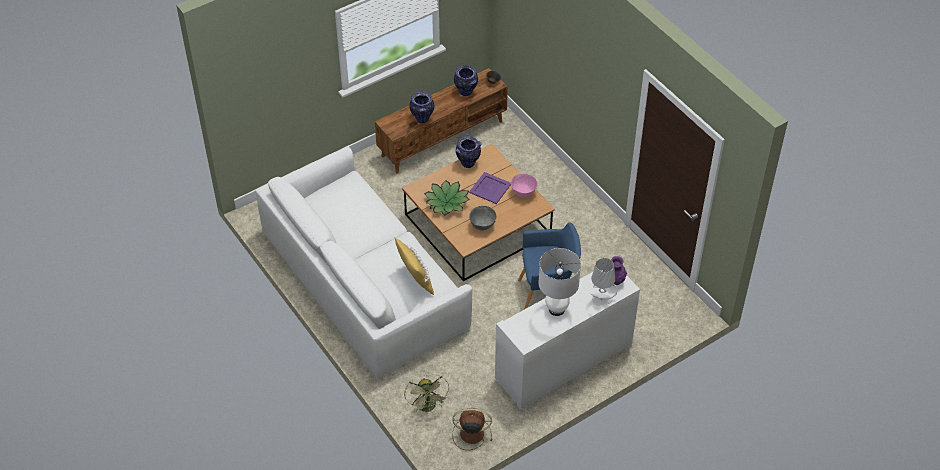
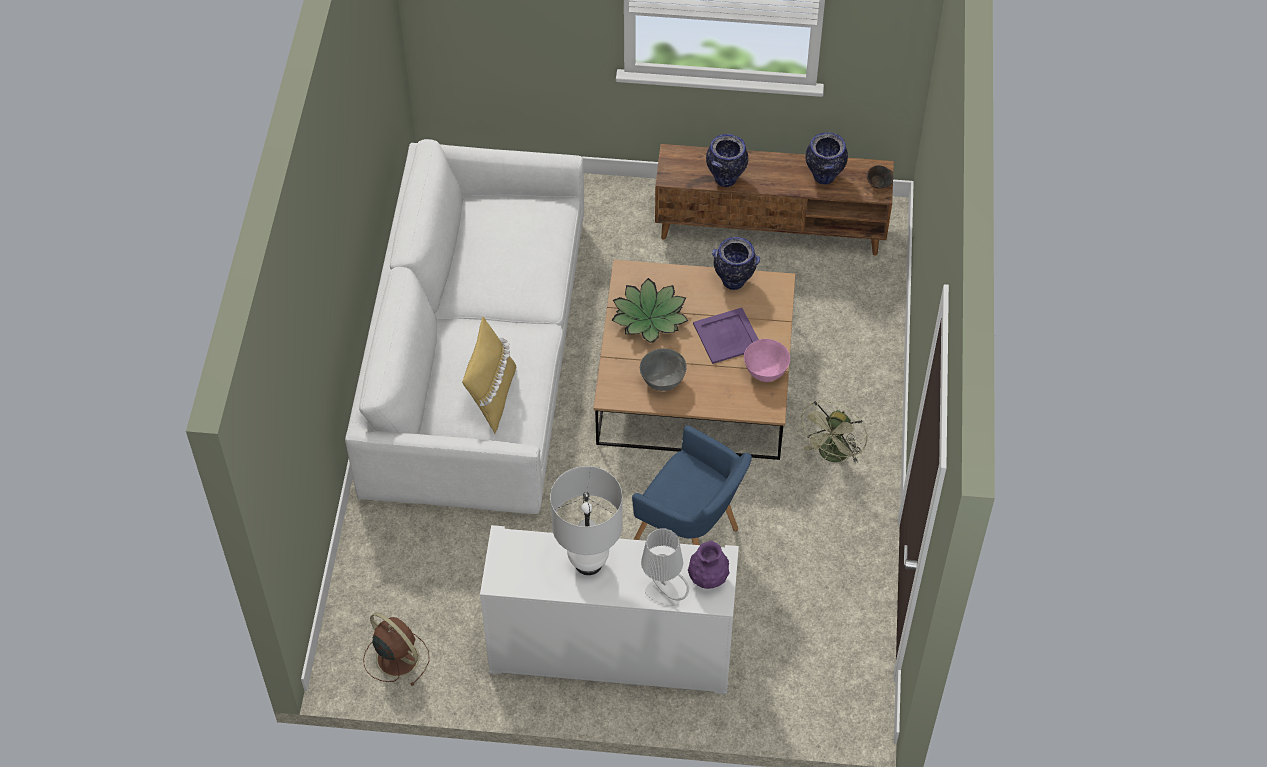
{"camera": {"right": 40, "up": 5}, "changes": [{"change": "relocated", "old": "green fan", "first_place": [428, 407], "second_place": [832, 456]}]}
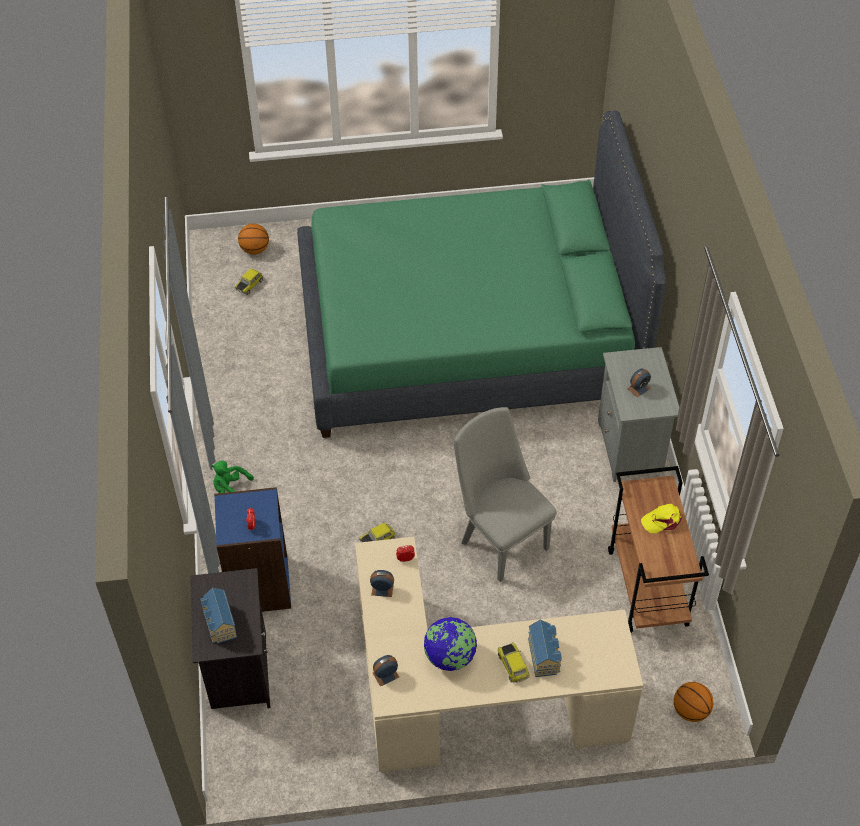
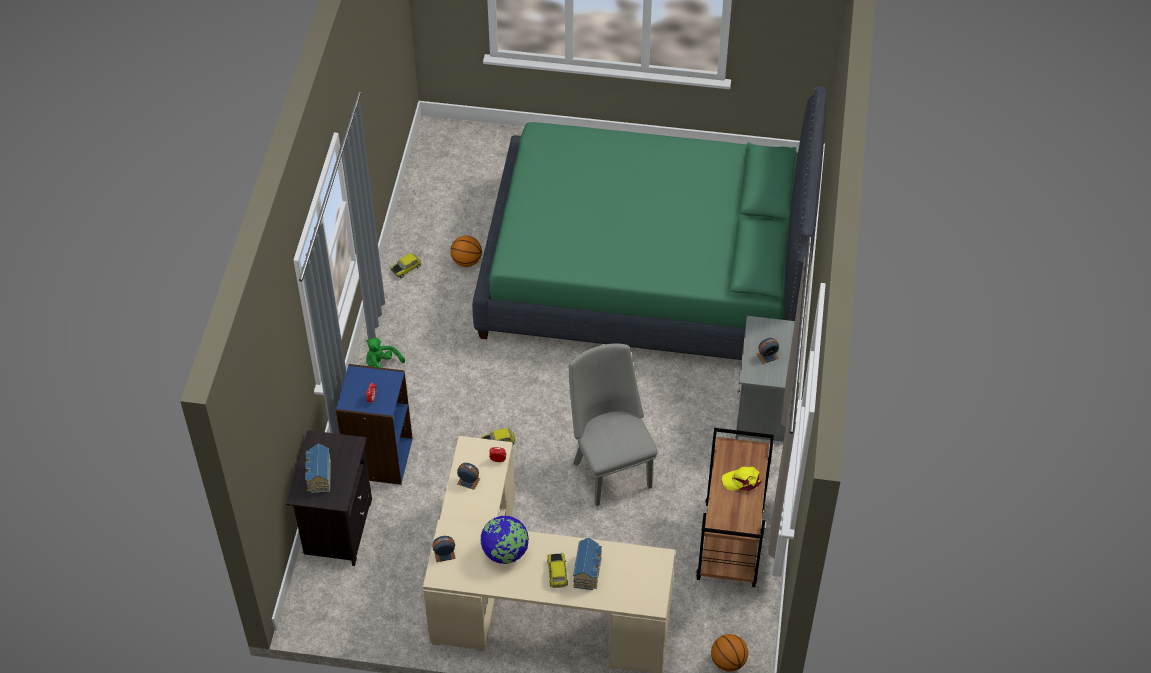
{"camera": {"right": 15, "up": 0}, "changes": [{"change": "relocated", "old": "toy car", "first_place": [249, 285], "second_place": [406, 268]}, {"change": "relocated", "old": "basketball", "first_place": [254, 249], "second_place": [466, 261]}]}
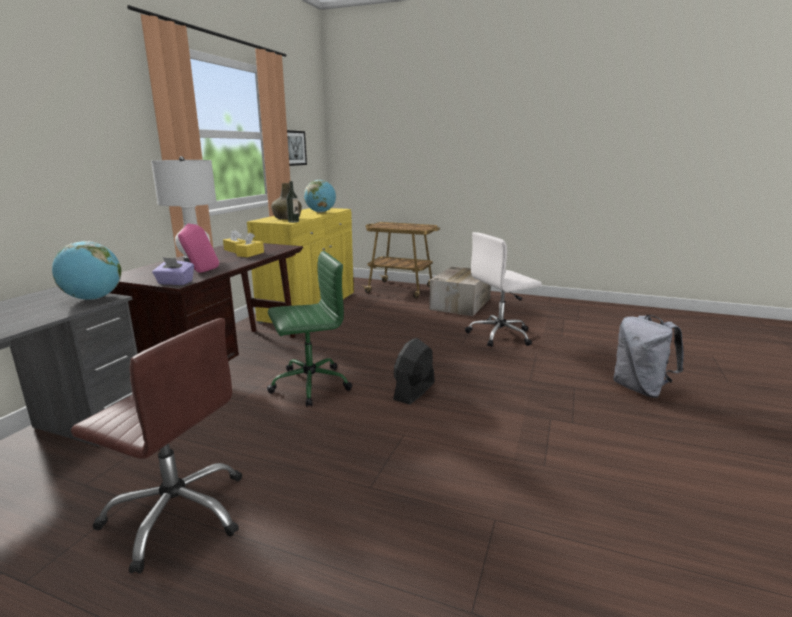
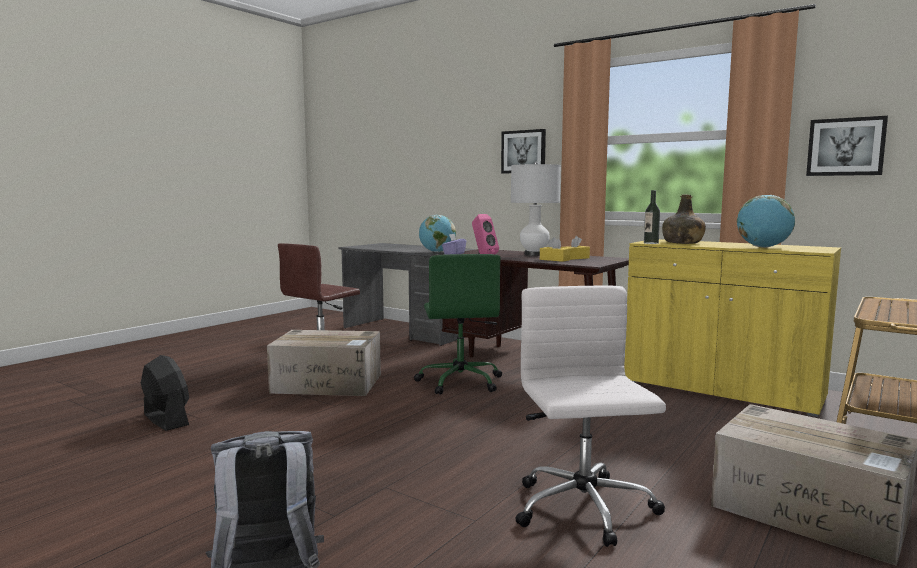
{"camera": {"right": 105, "up": -10}, "changes": [{"change": "relocated", "old": "black fan", "first_place": [414, 391], "second_place": [166, 419]}, {"change": "appeared", "new": "cardboard box", "second_place": [329, 383]}, {"change": "appeared", "new": "picture", "second_place": [523, 151]}]}
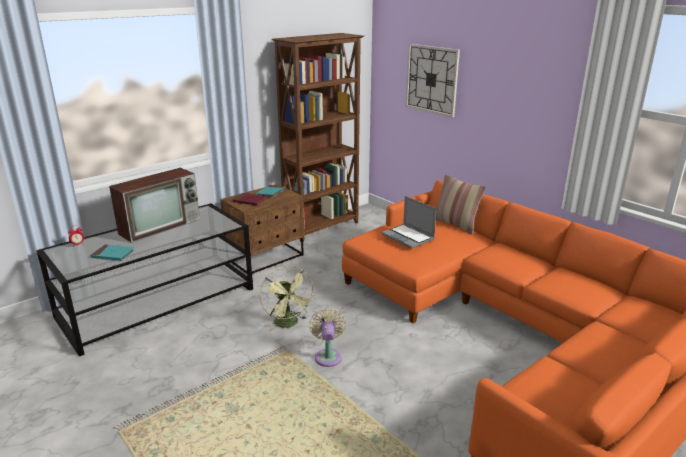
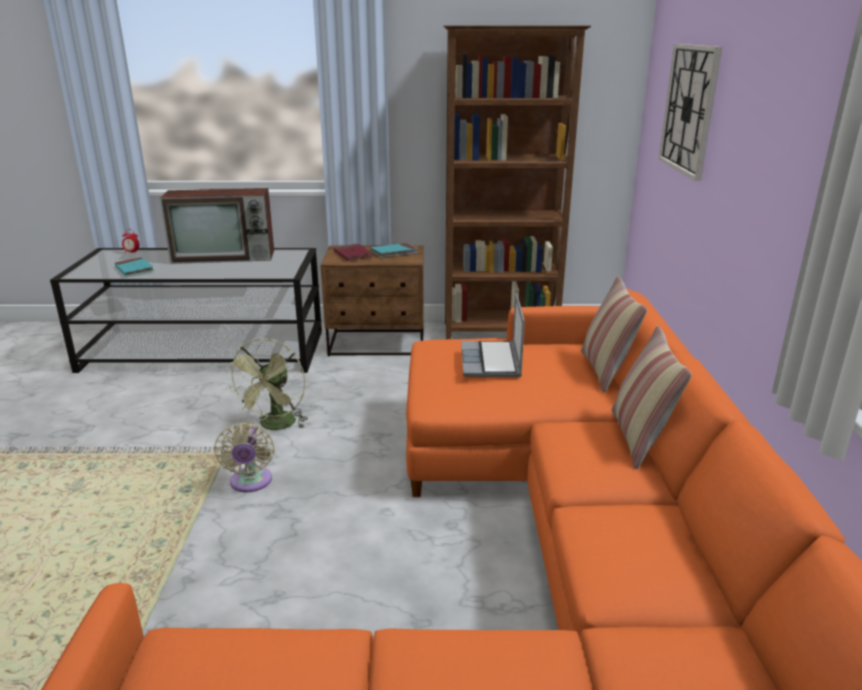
{"camera": {"right": 40, "up": 0}, "changes": [{"change": "spun", "old": "beige fan", "first_place": [328, 356], "second_place": [250, 483], "degrees": 135}, {"change": "appeared", "new": "pillow", "second_place": [639, 438]}]}
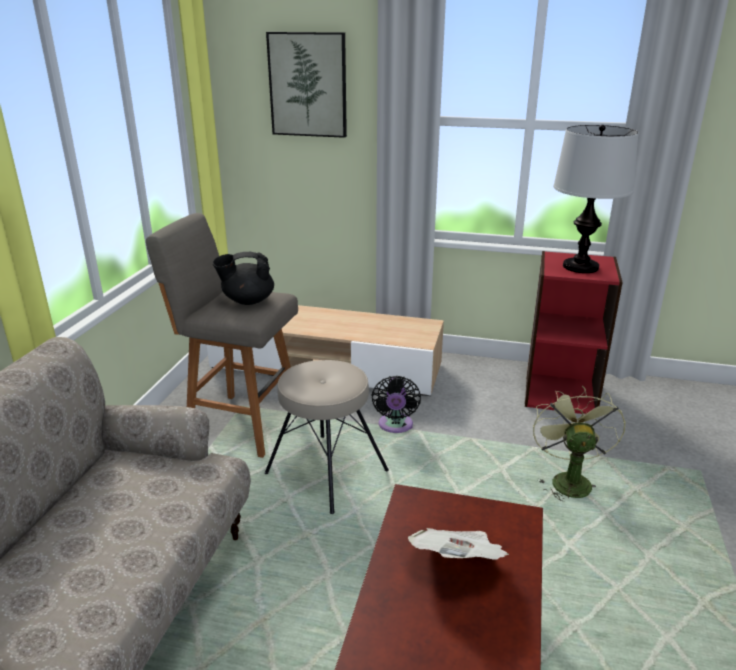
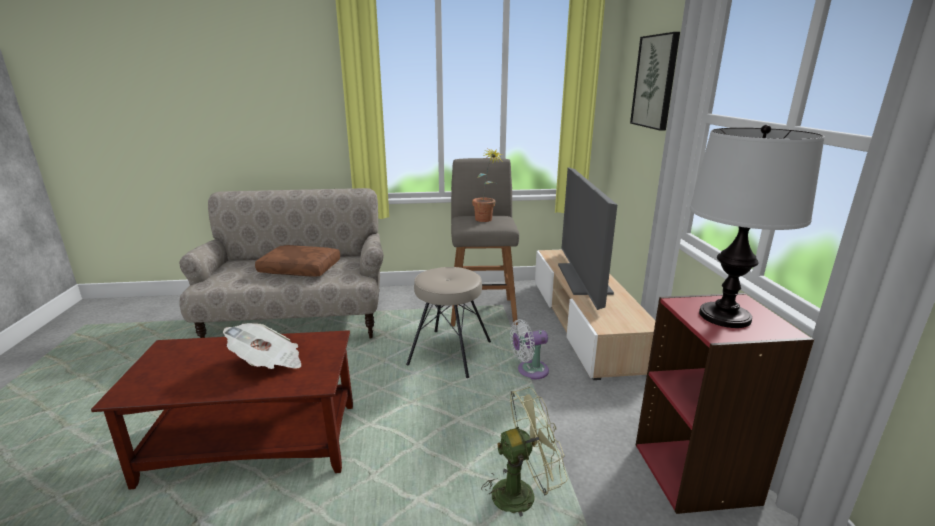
{"camera": {"right": 70, "up": -5}, "changes": [{"change": "exchanged", "old": "black teapot", "new": "potted plant", "first_place": [247, 301], "second_place": [486, 221]}, {"change": "colour", "old": "black fan", "new": "white fan", "first_place": [395, 426], "second_place": [529, 370]}, {"change": "appeared", "new": "brown pillow", "second_place": [301, 268]}, {"change": "appeared", "new": "television", "second_place": [583, 279]}]}
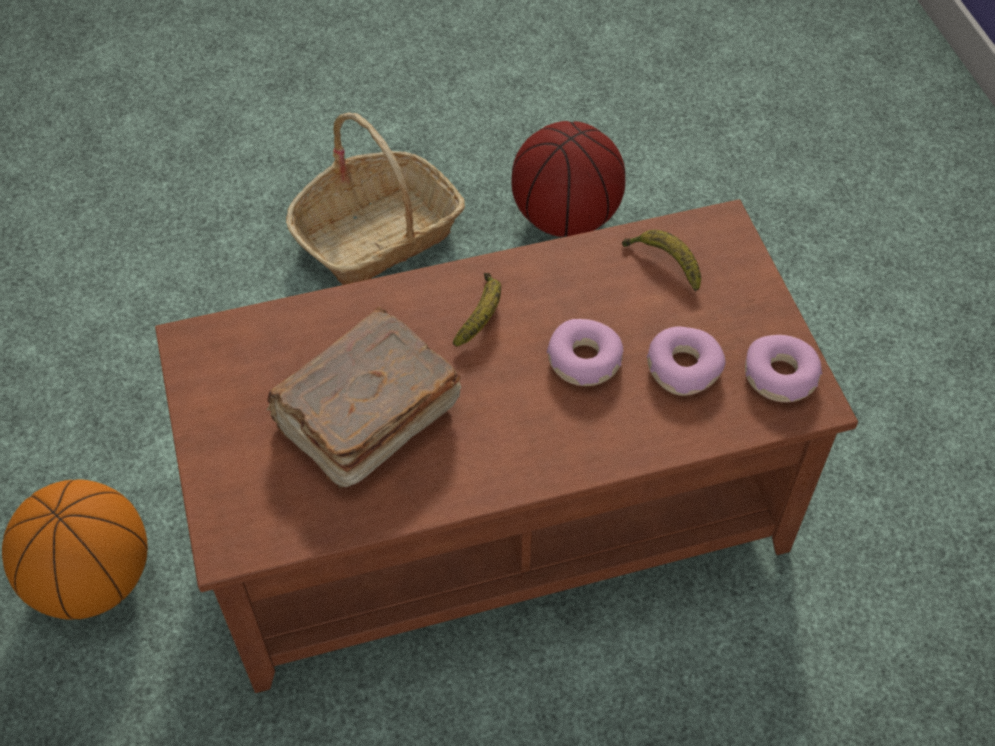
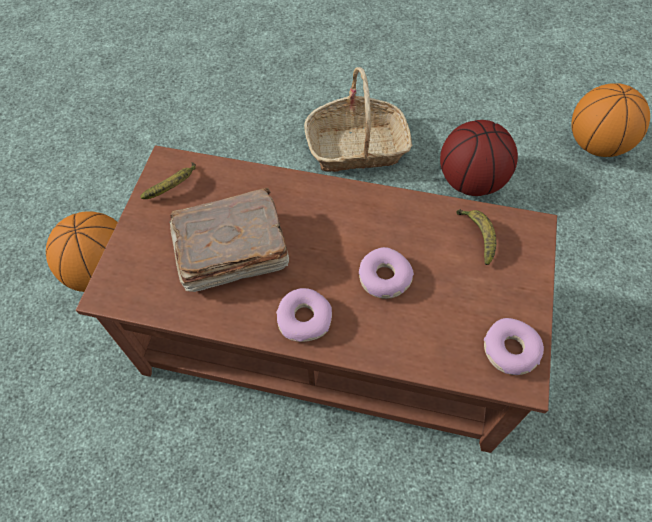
{"camera": {"right": 30, "up": 5}, "changes": [{"change": "relocated", "old": "banana", "first_place": [481, 315], "second_place": [173, 187]}, {"change": "relocated", "old": "donut", "first_place": [683, 367], "second_place": [304, 319]}, {"change": "appeared", "new": "basketball", "second_place": [596, 144]}]}
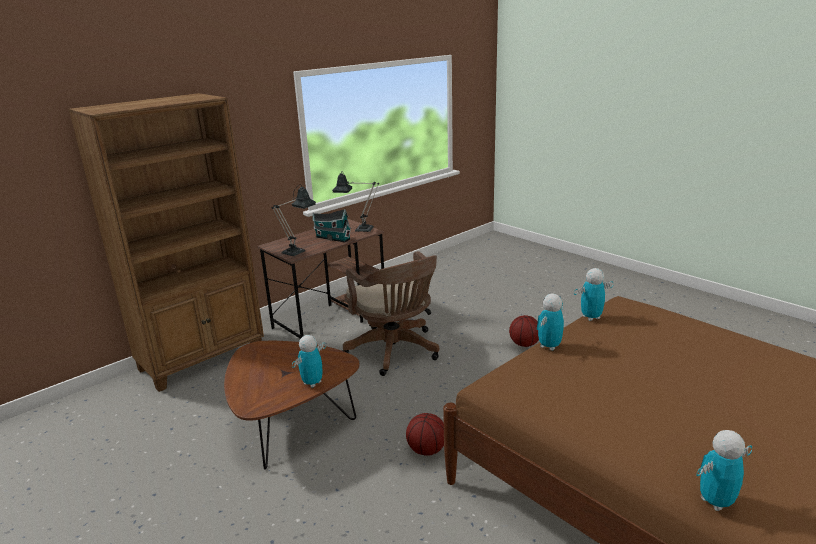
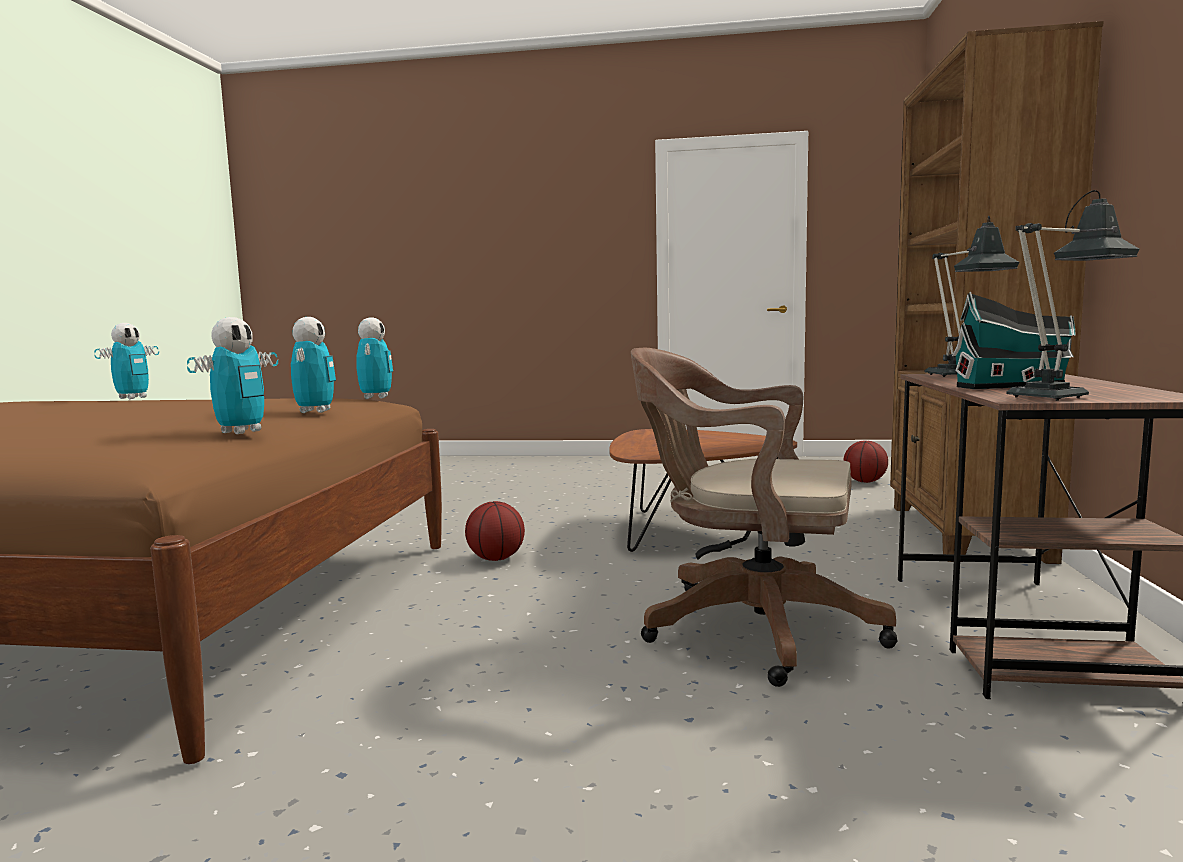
{"camera": {"right": 140, "up": -15}, "changes": [{"change": "relocated", "old": "toy robot", "first_place": [312, 383], "second_place": [376, 397]}, {"change": "relocated", "old": "basketball", "first_place": [524, 344], "second_place": [865, 481]}]}
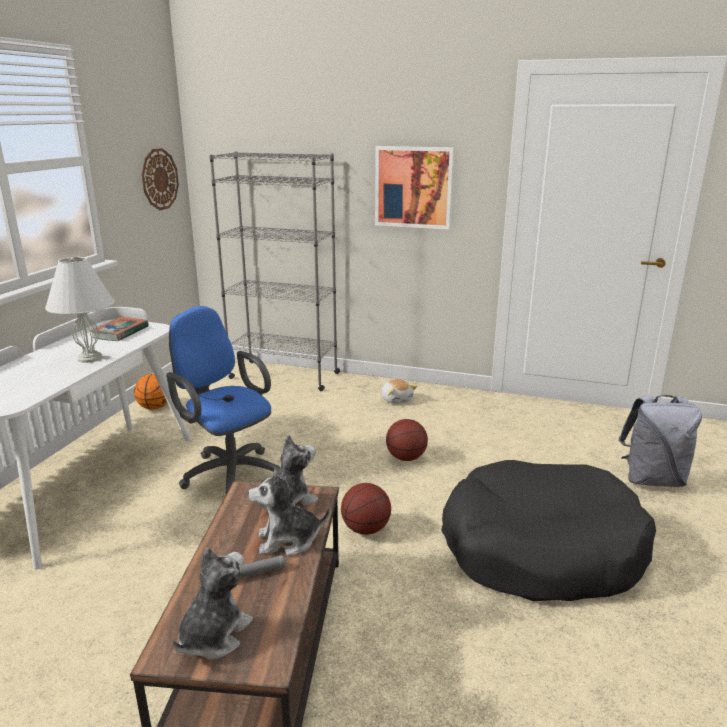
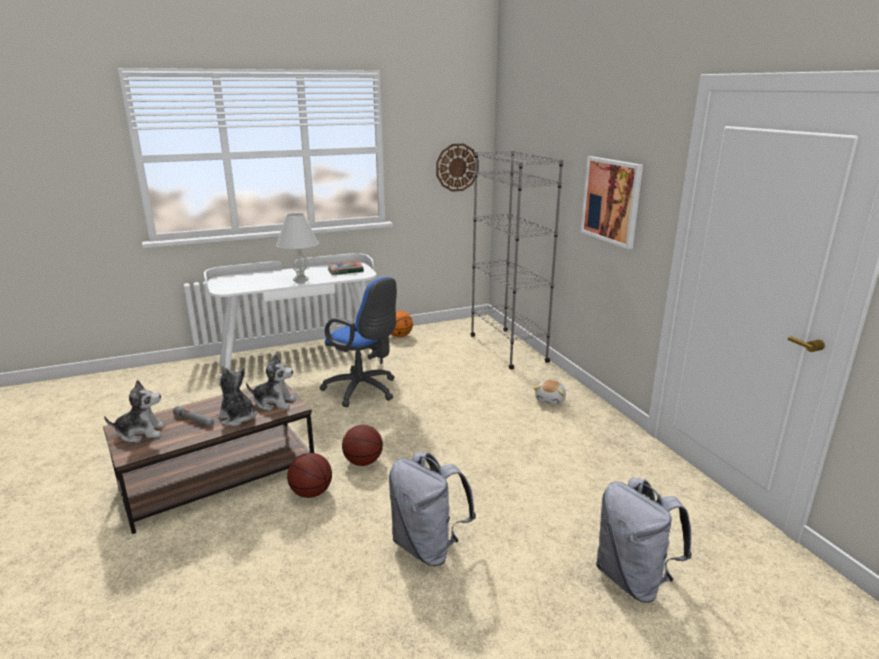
{"camera": {"right": 50, "up": 0}, "changes": [{"change": "spun", "old": "blue office chair", "first_place": [229, 473], "second_place": [364, 391], "degrees": 120}, {"change": "relocated", "old": "basketball", "first_place": [406, 458], "second_place": [311, 493]}, {"change": "exchanged", "old": "black dog bed", "new": "grey backpack", "first_place": [540, 549], "second_place": [428, 547]}]}
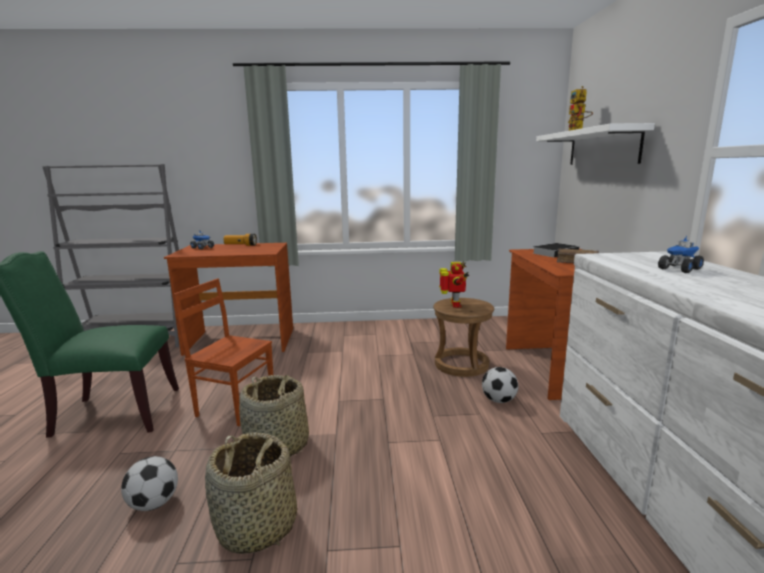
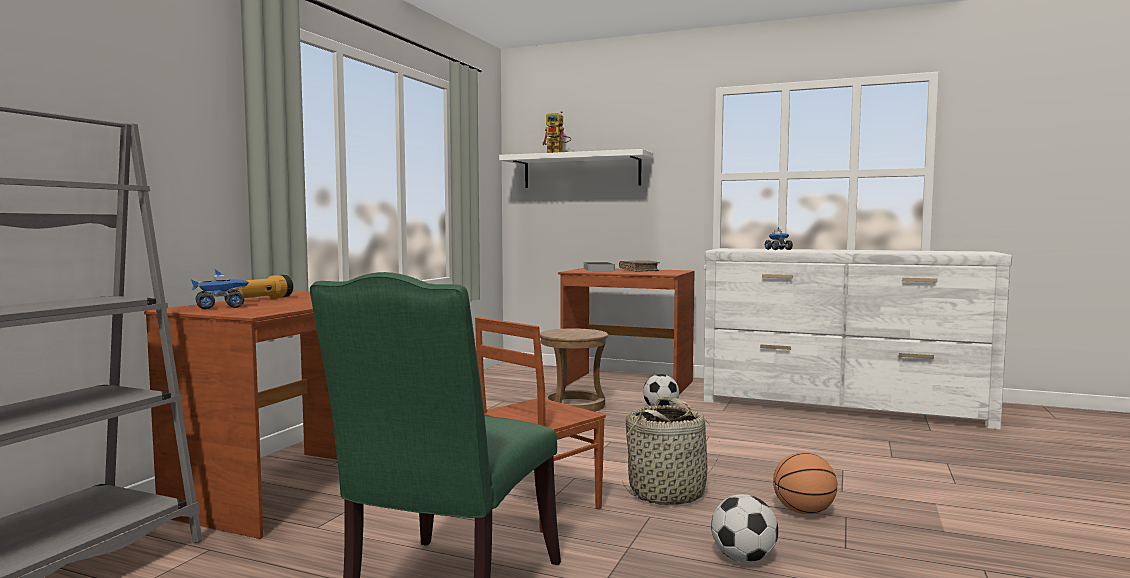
{"camera": {"right": -65, "up": -10}, "changes": [{"change": "exchanged", "old": "basket", "new": "basketball", "first_place": [256, 527], "second_place": [804, 512]}, {"change": "missing", "old": "toy robot", "first_place": [454, 305]}]}
